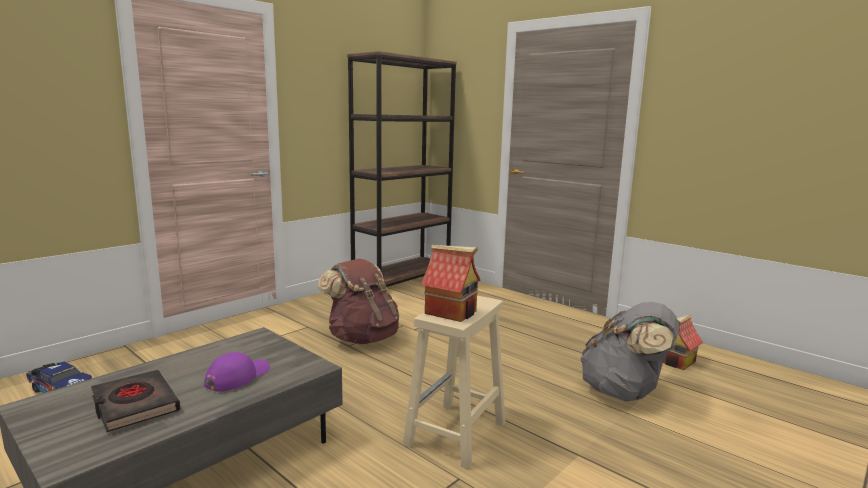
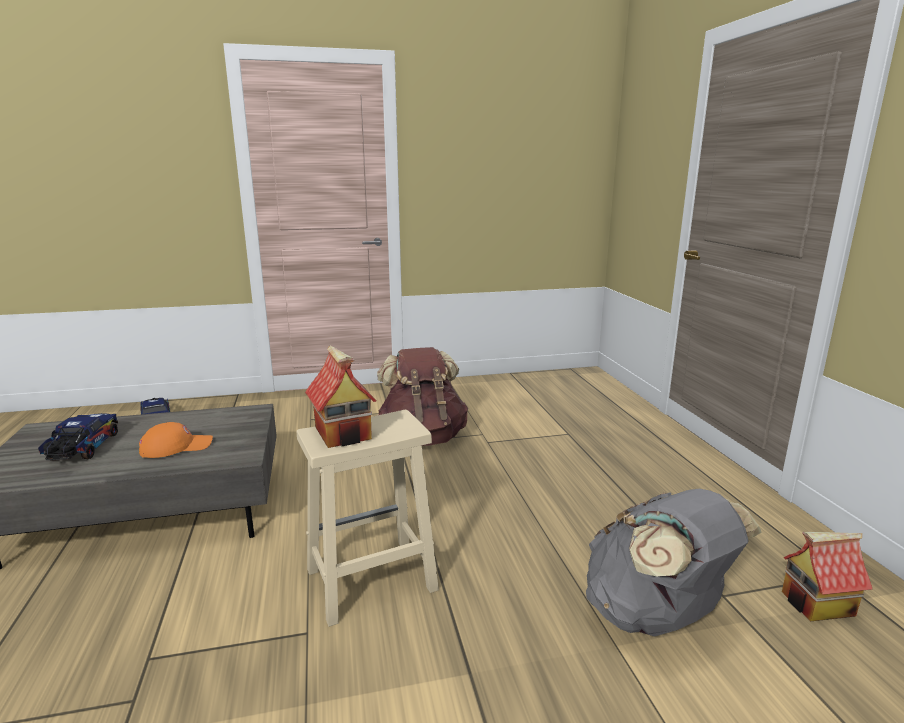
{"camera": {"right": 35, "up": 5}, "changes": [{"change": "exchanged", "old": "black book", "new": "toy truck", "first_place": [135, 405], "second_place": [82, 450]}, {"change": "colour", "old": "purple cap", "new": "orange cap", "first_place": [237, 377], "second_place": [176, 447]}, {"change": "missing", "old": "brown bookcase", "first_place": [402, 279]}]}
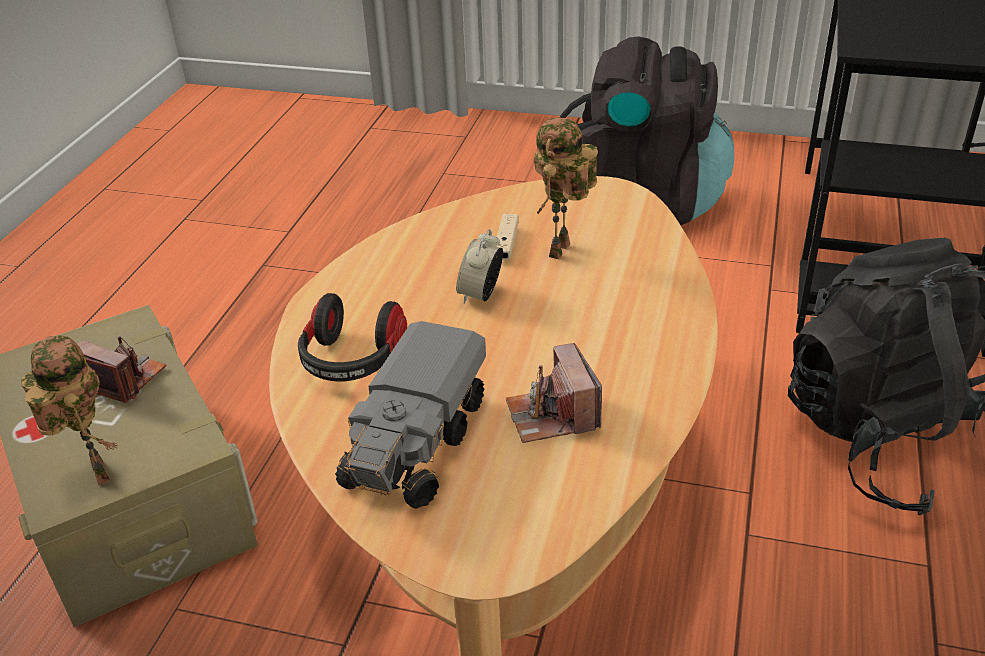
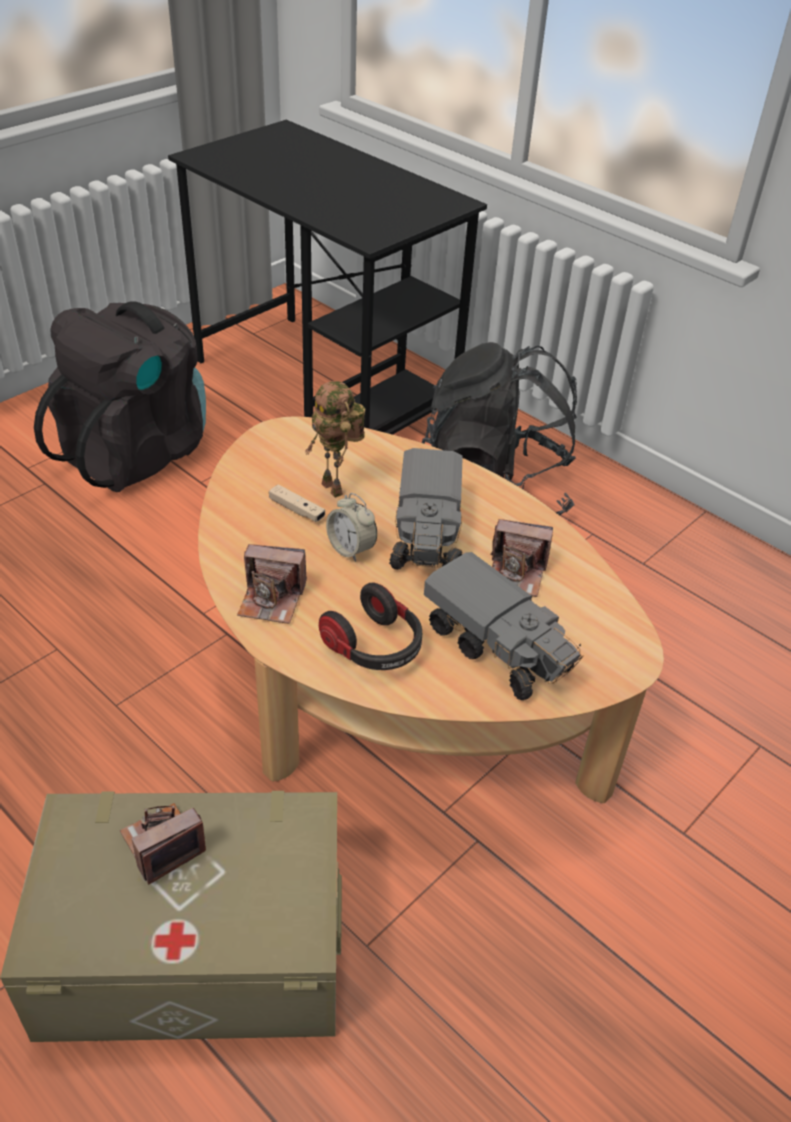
{"camera": {"right": -65, "up": 5}, "changes": [{"change": "missing", "old": "toy robot", "first_place": [95, 473]}, {"change": "appeared", "new": "photo camera", "second_place": [272, 599]}, {"change": "appeared", "new": "toy truck", "second_place": [427, 535]}]}
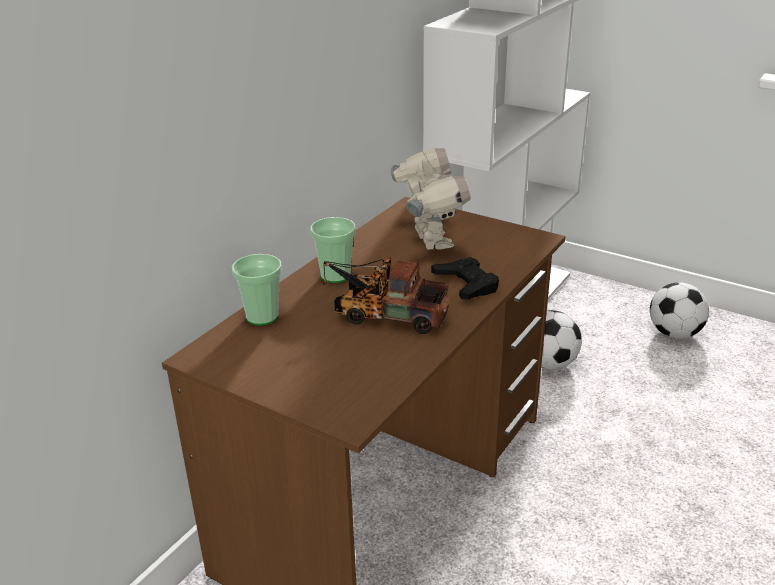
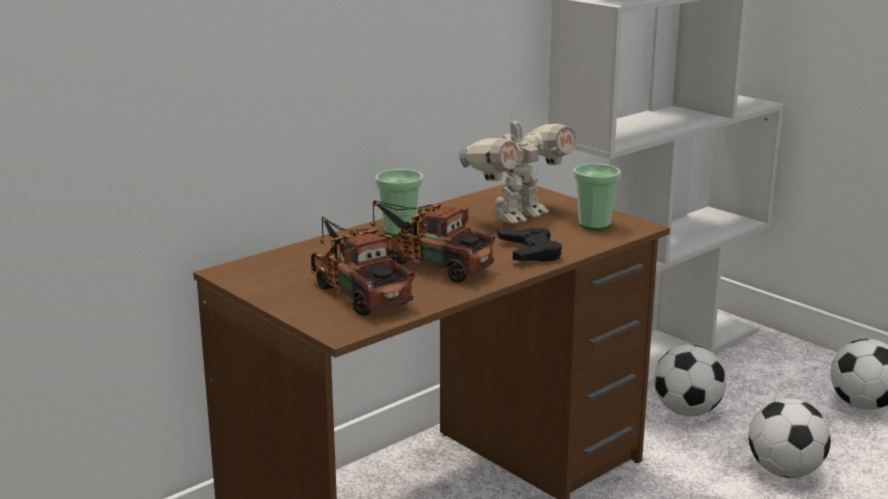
{"camera": {"right": 15, "up": -10}, "changes": [{"change": "relocated", "old": "cup", "first_place": [262, 316], "second_place": [594, 224]}, {"change": "spun", "old": "toy robot", "first_place": [429, 241], "second_place": [517, 216], "degrees": 45}, {"change": "appeared", "new": "toy truck", "second_place": [357, 291]}, {"change": "appeared", "new": "football", "second_place": [784, 471]}]}
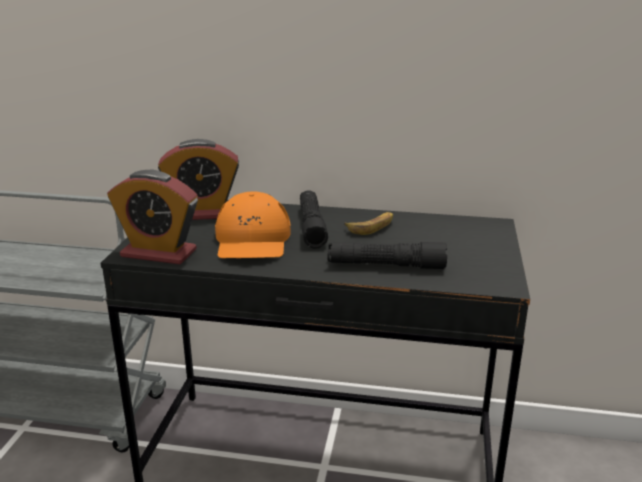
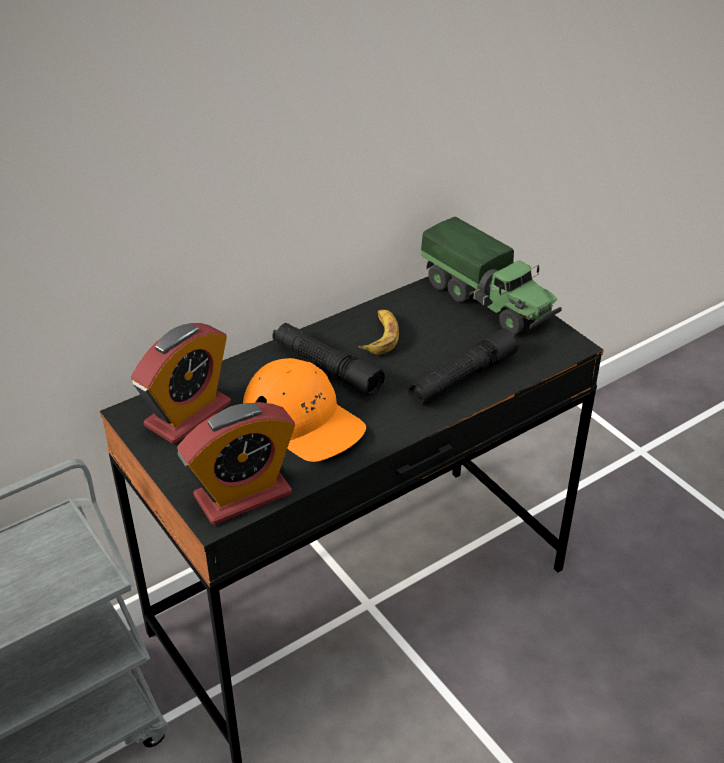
{"camera": {"right": -45, "up": 15}, "changes": [{"change": "appeared", "new": "toy truck", "second_place": [488, 301]}]}
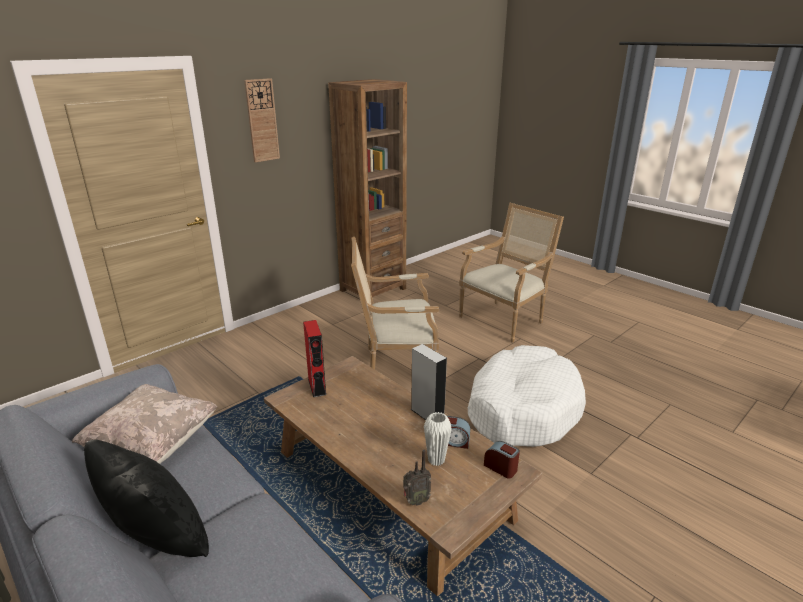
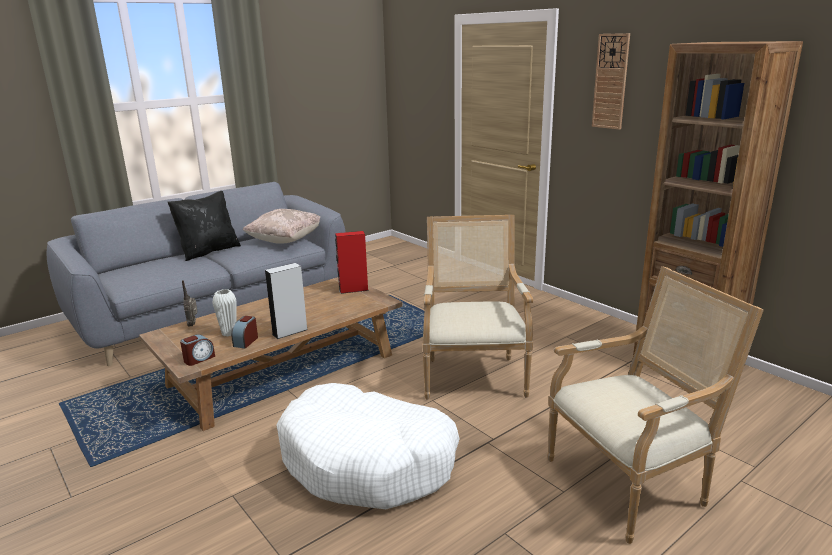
{"camera": {"right": 95, "up": -5}, "changes": [{"change": "spun", "old": "armchair", "first_place": [504, 319], "second_place": [632, 482], "degrees": -75}]}
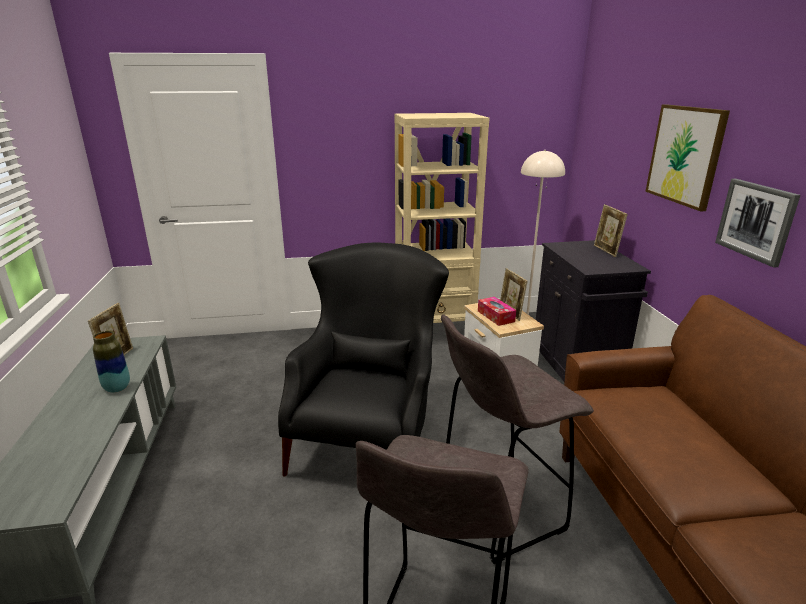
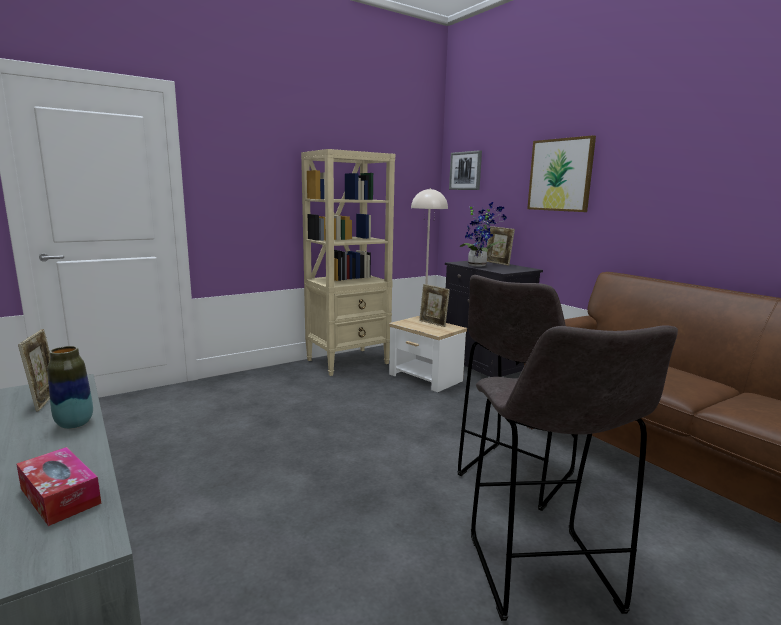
{"camera": {"right": -25, "up": -10}, "changes": [{"change": "missing", "old": "black armchair", "first_place": [370, 436]}, {"change": "relocated", "old": "tissue box", "first_place": [496, 316], "second_place": [60, 496]}, {"change": "relocated", "old": "picture", "first_place": [756, 221], "second_place": [465, 171]}, {"change": "appeared", "new": "potted plant", "second_place": [479, 265]}]}
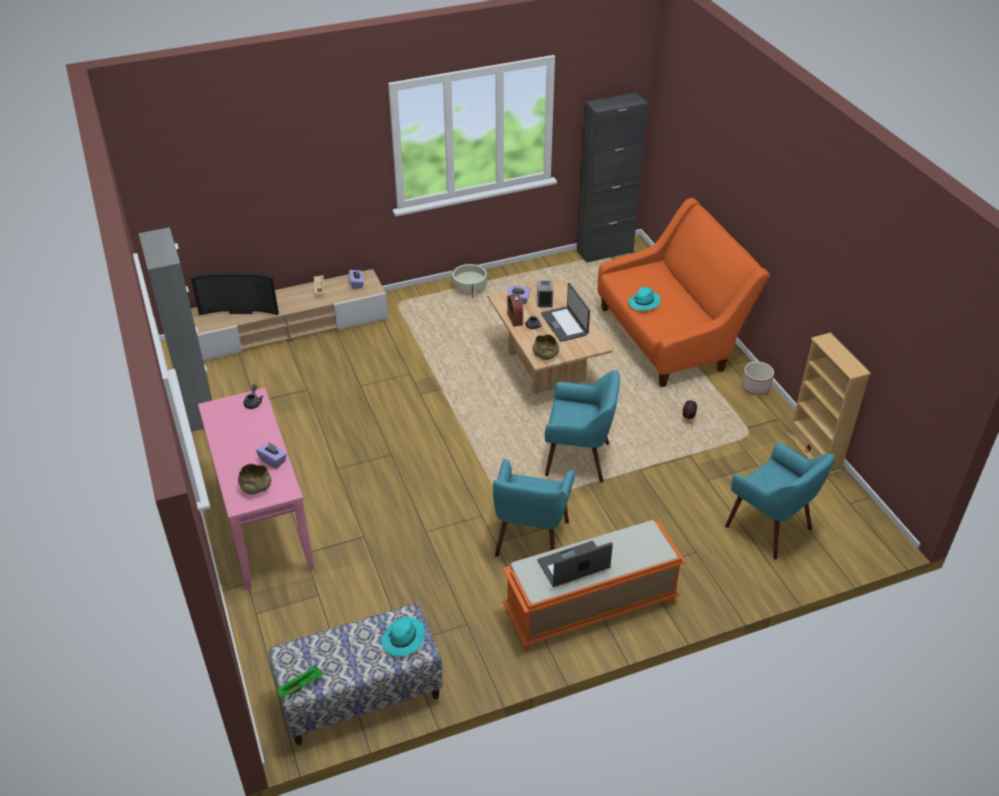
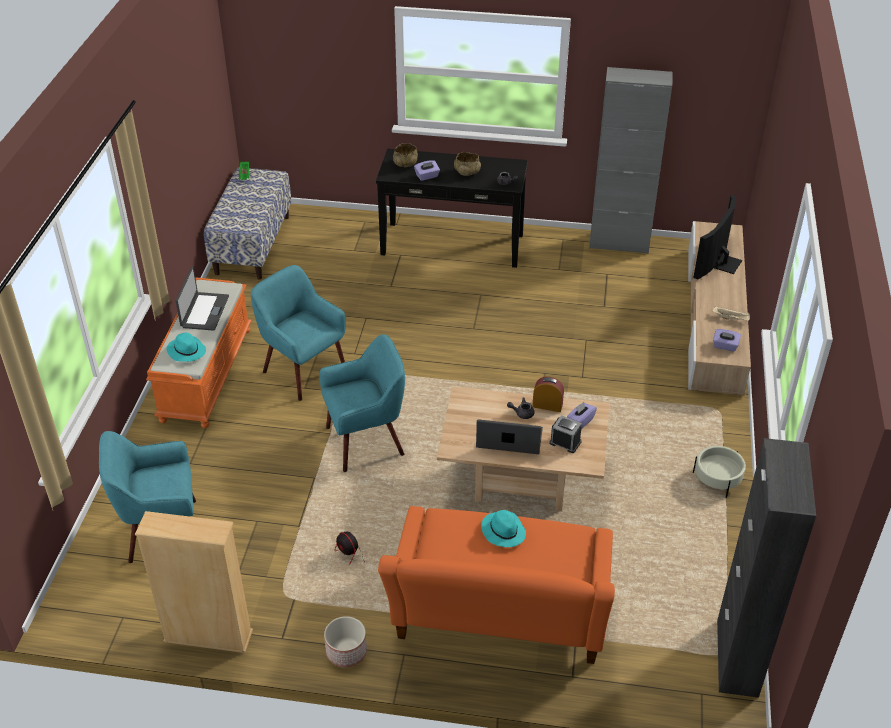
{"camera": {"right": 120, "up": 0}, "changes": [{"change": "colour", "old": "pink console table", "new": "black console table", "first_place": [262, 521], "second_place": [452, 244]}, {"change": "relocated", "old": "turquoise hat", "first_place": [403, 639], "second_place": [186, 351]}, {"change": "relocated", "old": "beige bowl", "first_place": [545, 355], "second_place": [467, 172]}, {"change": "spun", "old": "turquoise armchair", "first_place": [578, 459], "second_place": [366, 441], "degrees": -150}]}
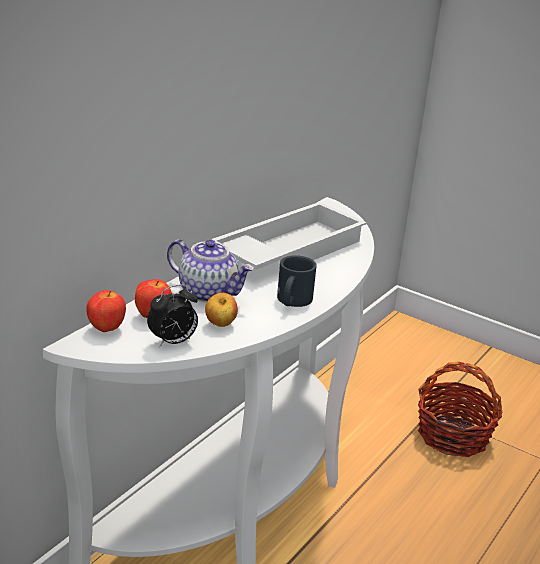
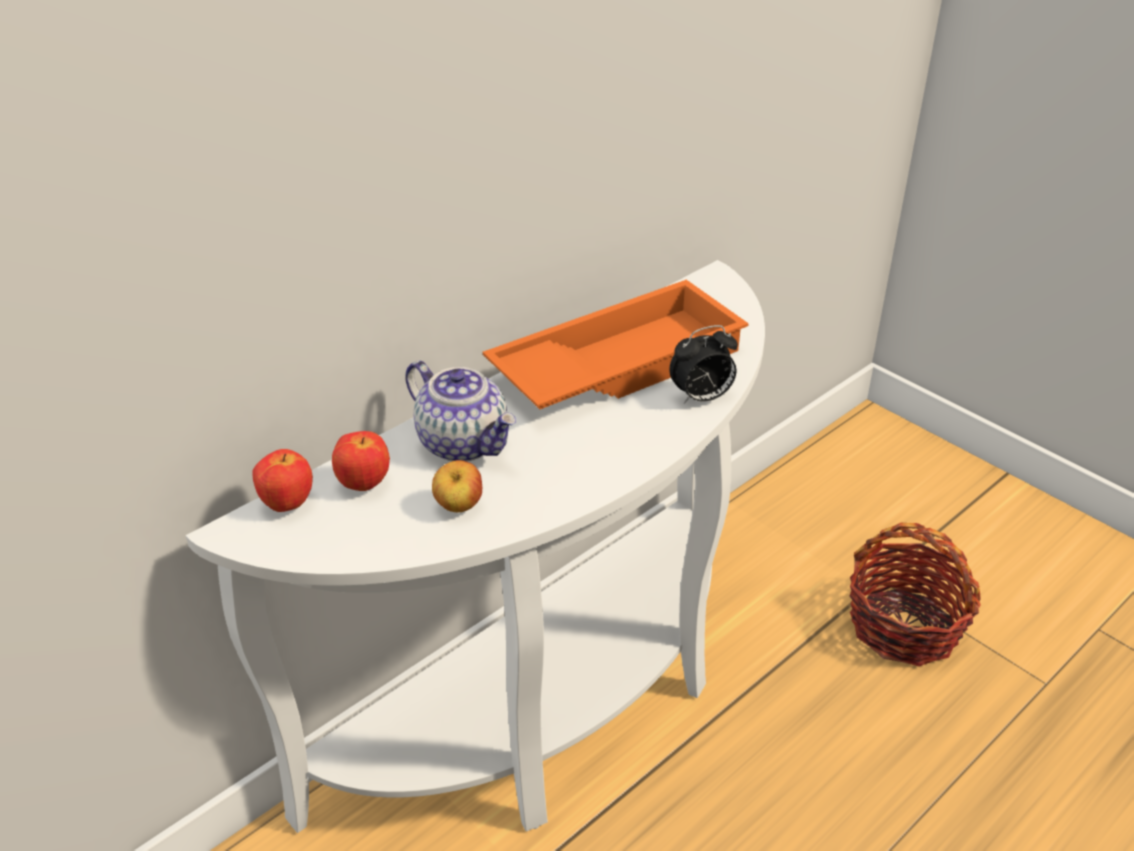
{"camera": {"right": 15, "up": 10}, "changes": [{"change": "relocated", "old": "alarm clock", "first_place": [173, 342], "second_place": [701, 398]}, {"change": "colour", "old": "white tray", "new": "orange tray", "first_place": [287, 249], "second_place": [617, 363]}, {"change": "missing", "old": "black mug", "first_place": [292, 301]}]}
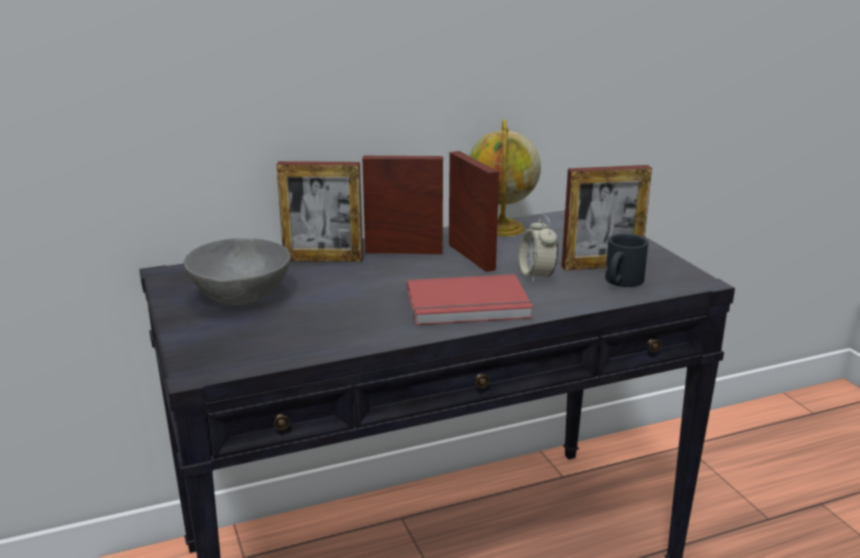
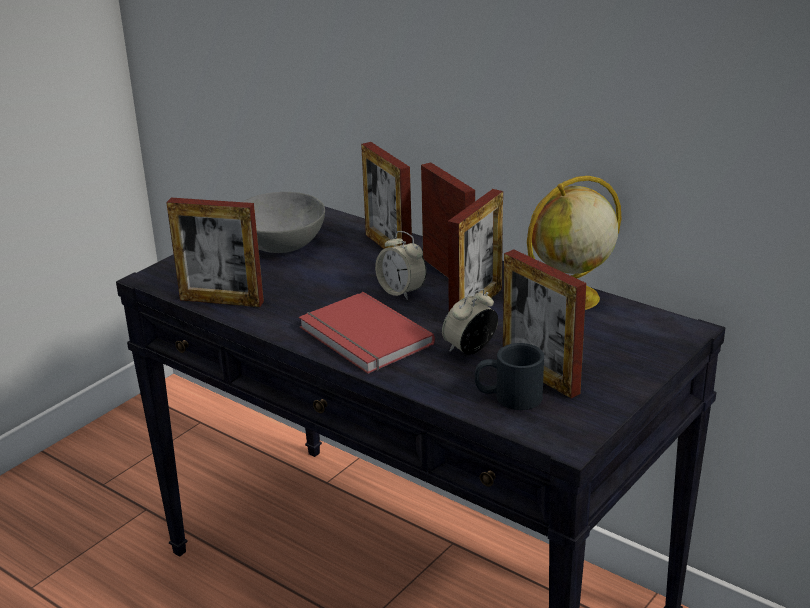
{"camera": {"right": 60, "up": 5}, "changes": [{"change": "appeared", "new": "picture frame", "second_place": [221, 300]}, {"change": "appeared", "new": "alarm clock", "second_place": [401, 291]}]}
